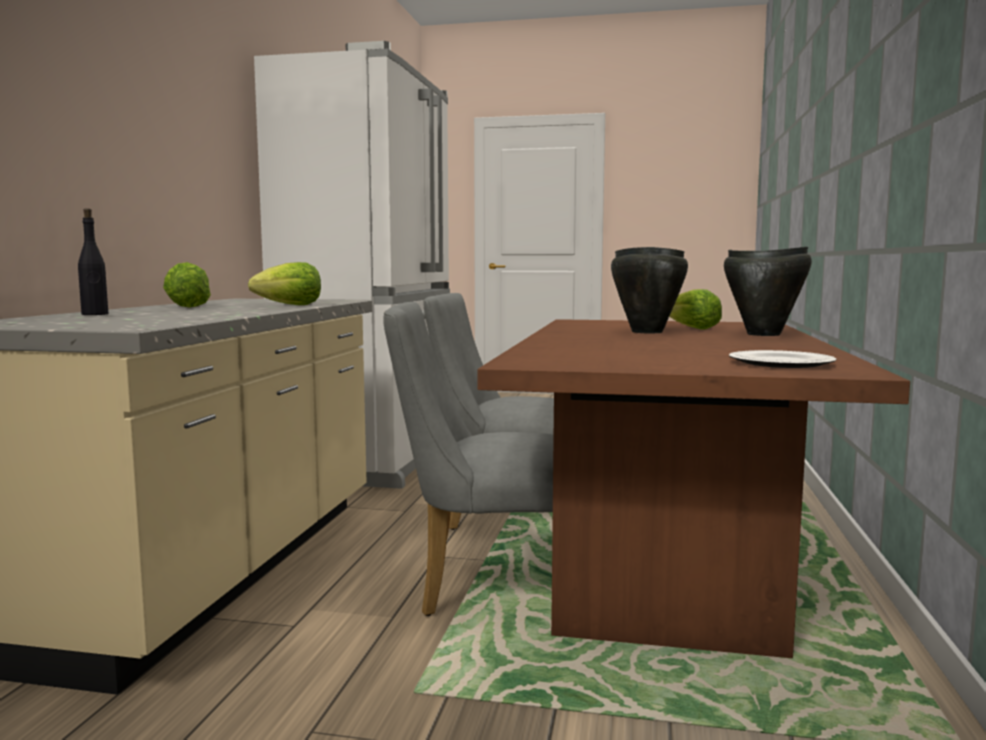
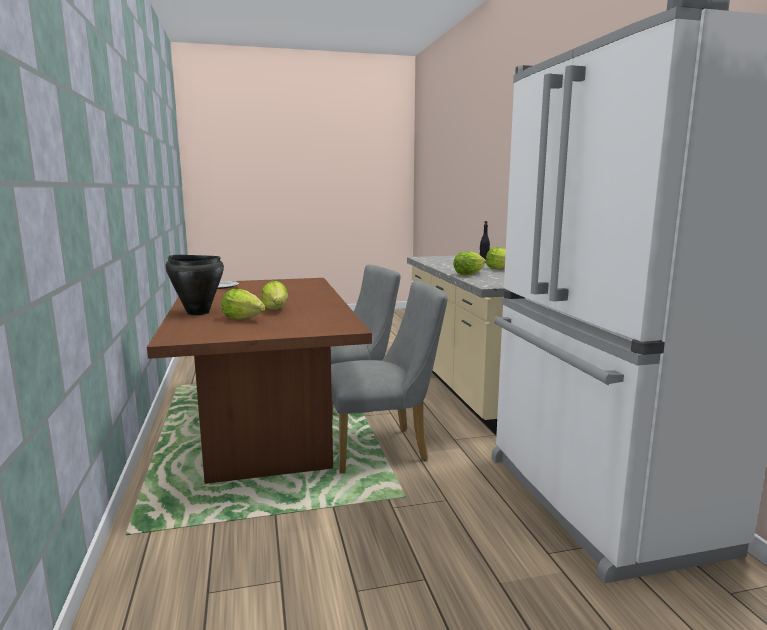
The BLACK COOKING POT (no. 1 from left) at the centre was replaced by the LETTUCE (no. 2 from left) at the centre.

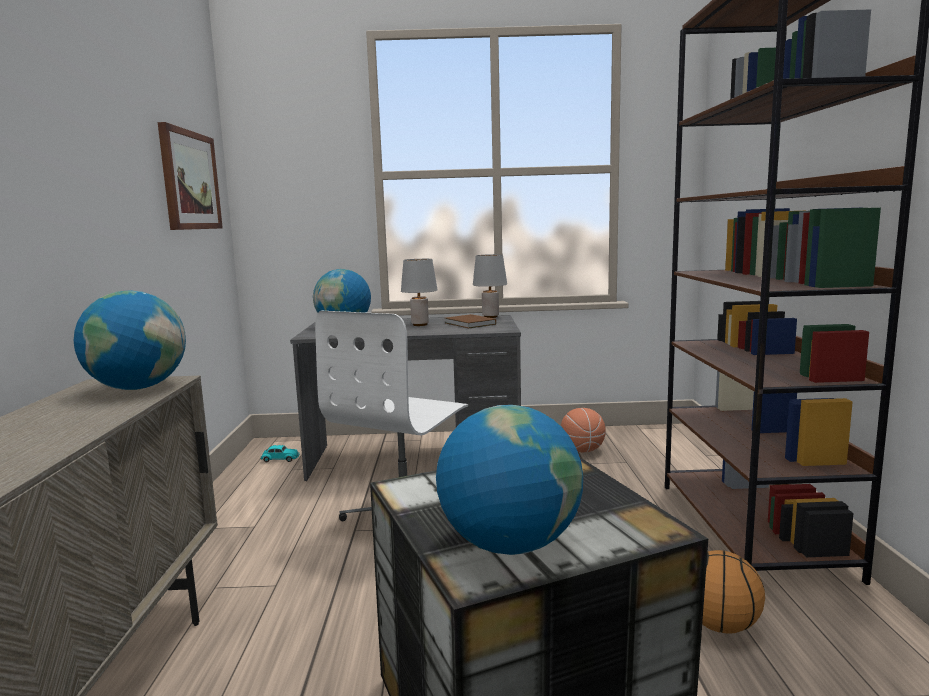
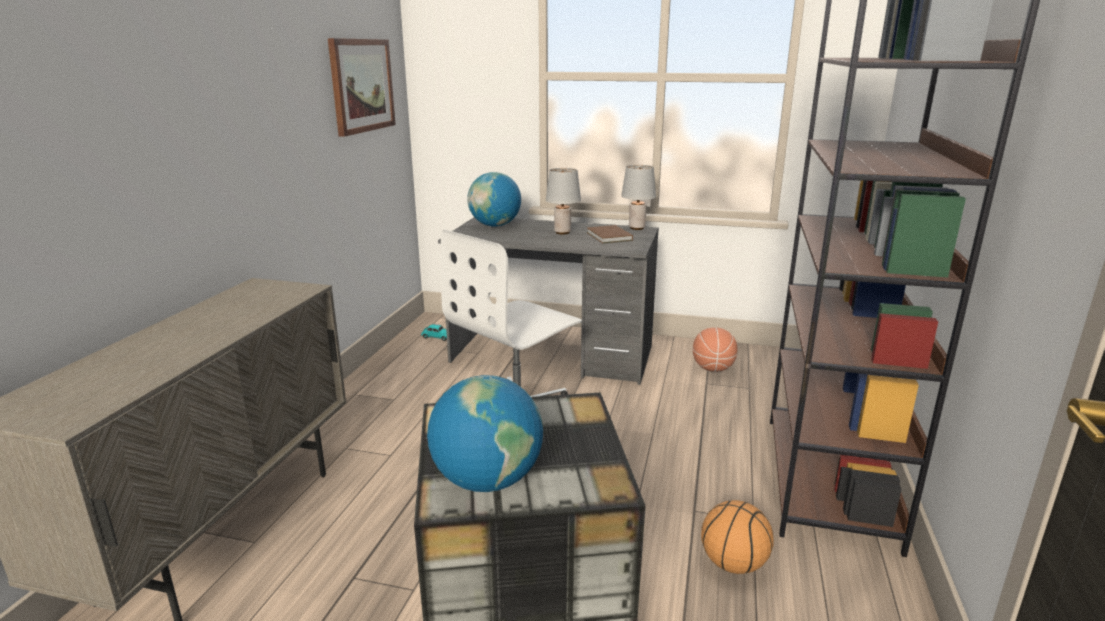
The GLOBE (no. 1 from left) at the middle left disappeared.

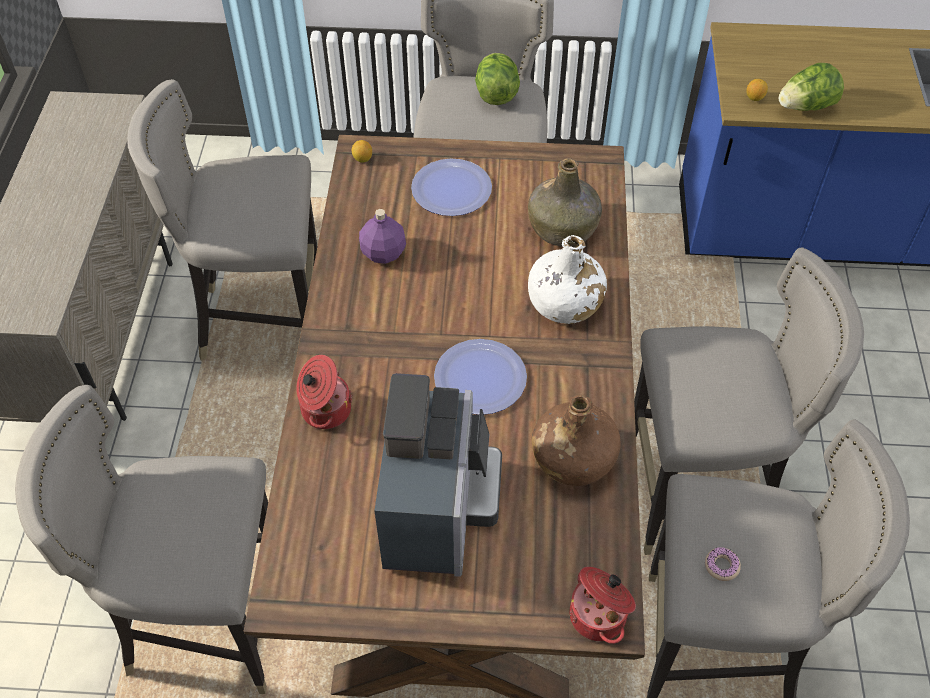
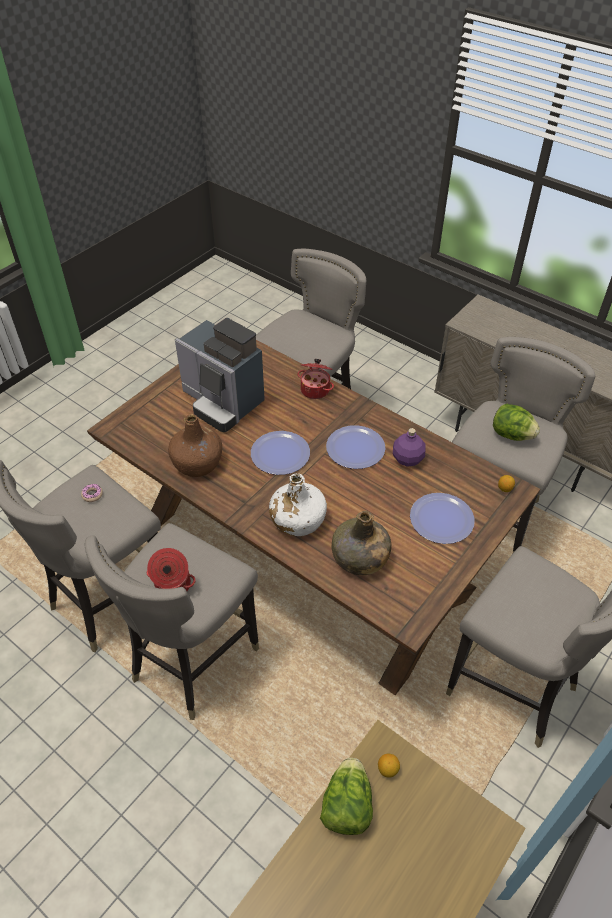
The COOKING POT (no. 2 from left in the first image) moved from the bottom centre to the middle left.
The PLATE (no. 2 from left) at the centre appeared.
The LETTUCE (no. 1 from left in the first image) moved from the top centre to the middle right.

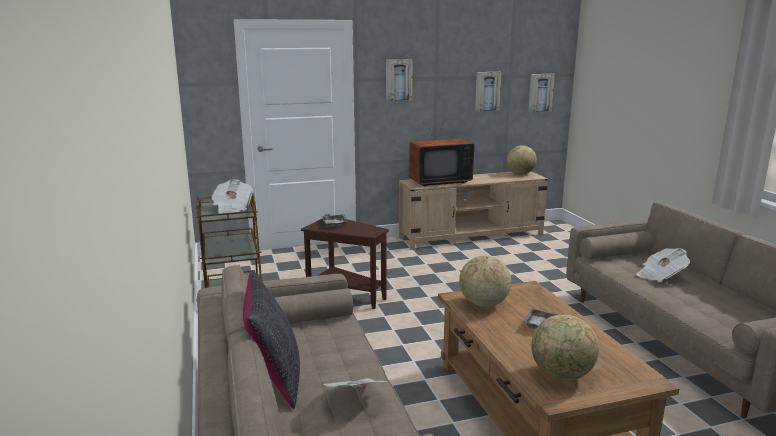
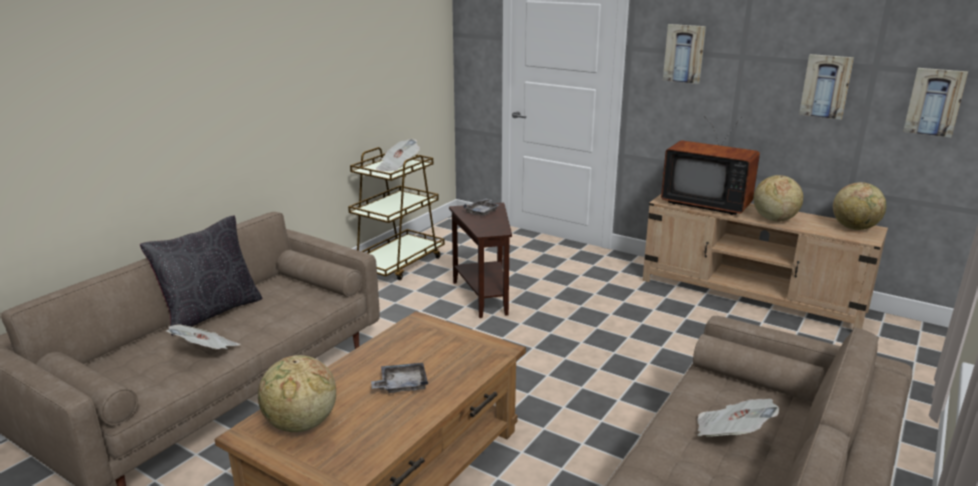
The GLOBE (no. 1 from left in the first image) moved from the centre to the middle right.

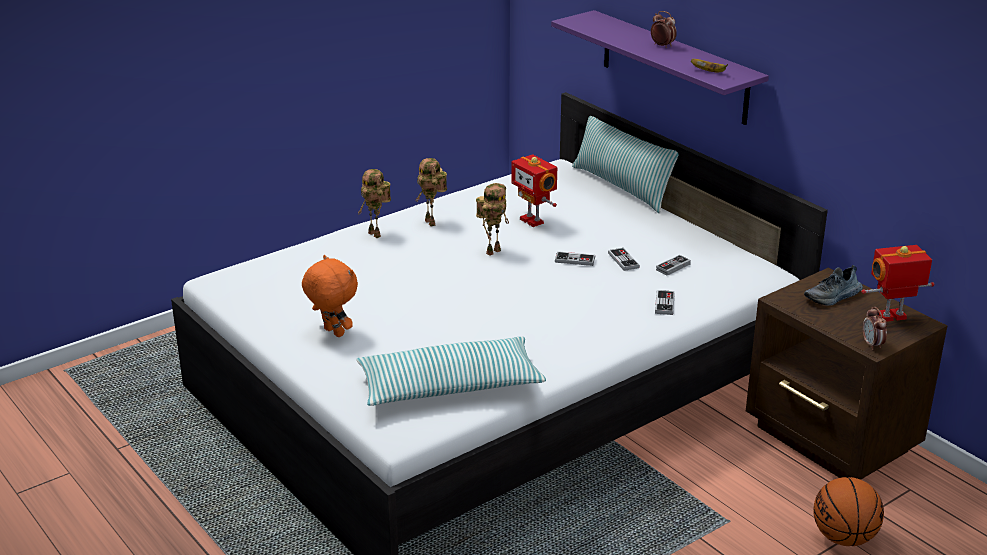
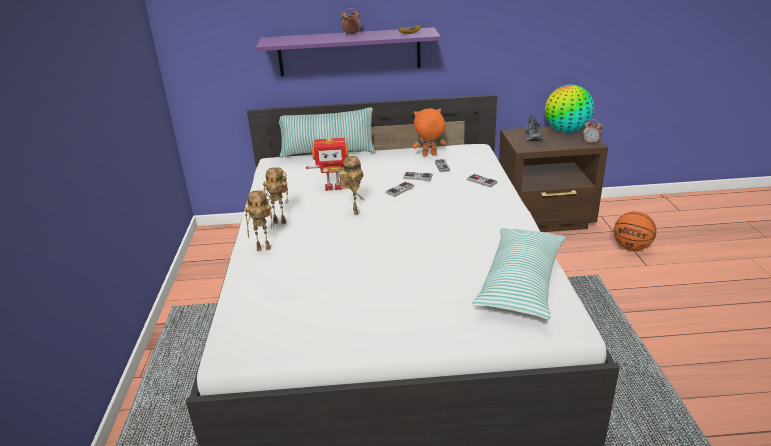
The ORANGE PLUSH TOY moved from the centre to the top centre.
The TOY ROBOT (no. 5 from left) at the middle right was replaced by the GLOBE at the top right.

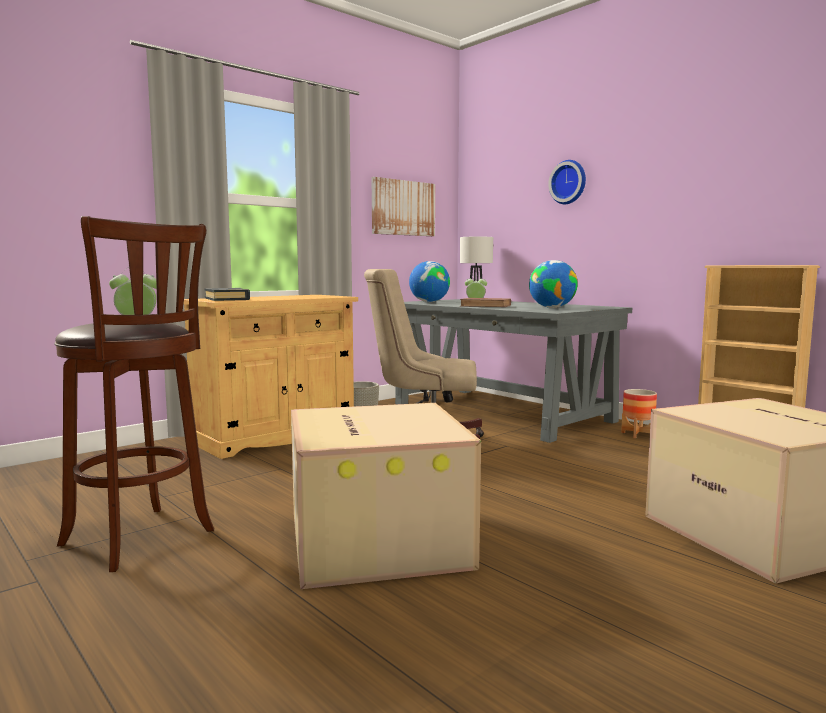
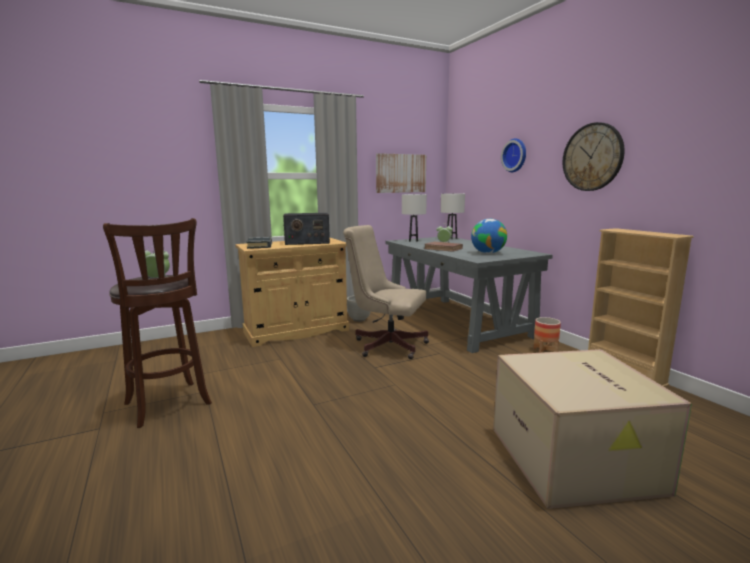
The RADIO at the centre appeared.
The GLOBE (no. 1 from left) at the centre was replaced by the WHITE TABLE LAMP (no. 1 from left) at the centre.
The WALL CLOCK (no. 2 from left) at the top right appeared.
The CARDBOARD BOX (no. 1 from left) at the bottom centre disappeared.

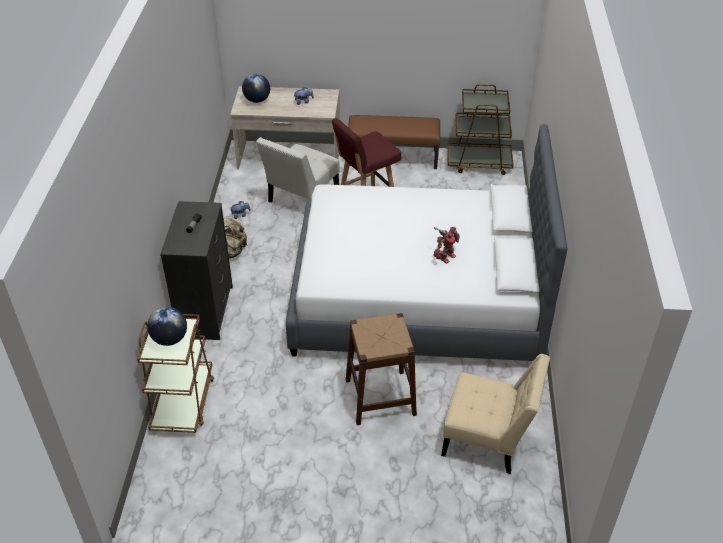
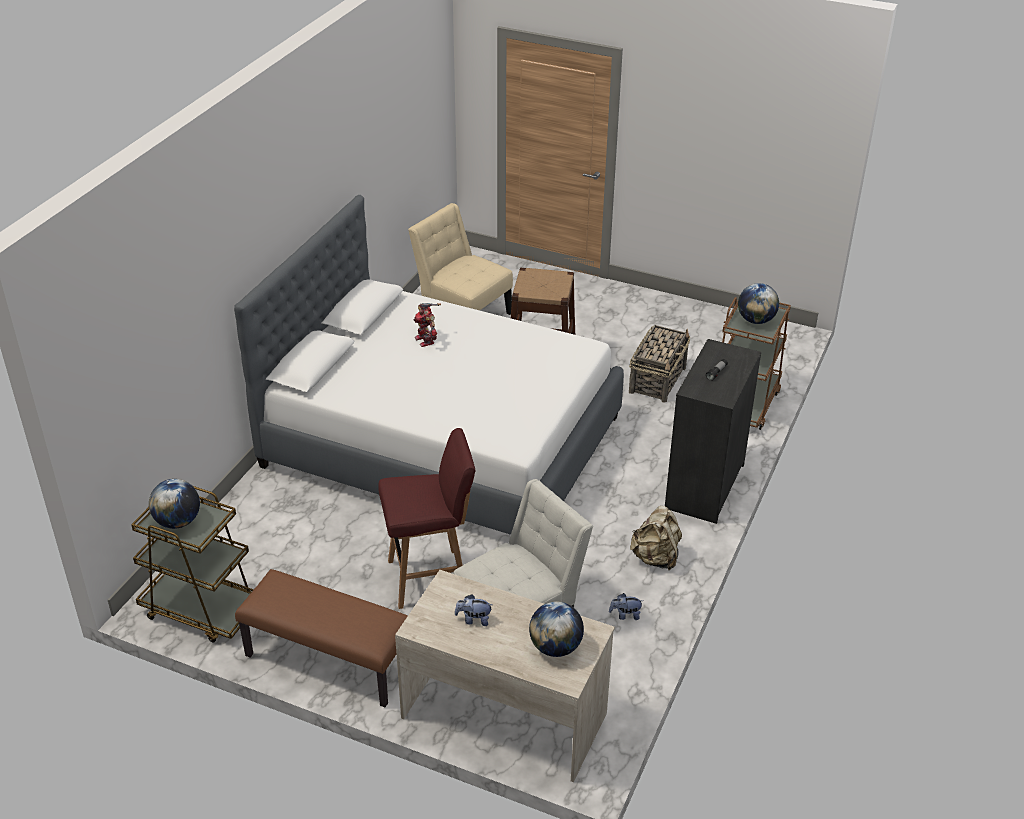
The GLOBE (no. 1 from left) at the middle left appeared.
The TOY ROBOT at the centre turned 90 degrees counterclockwise.
The BASKET at the centre appeared.

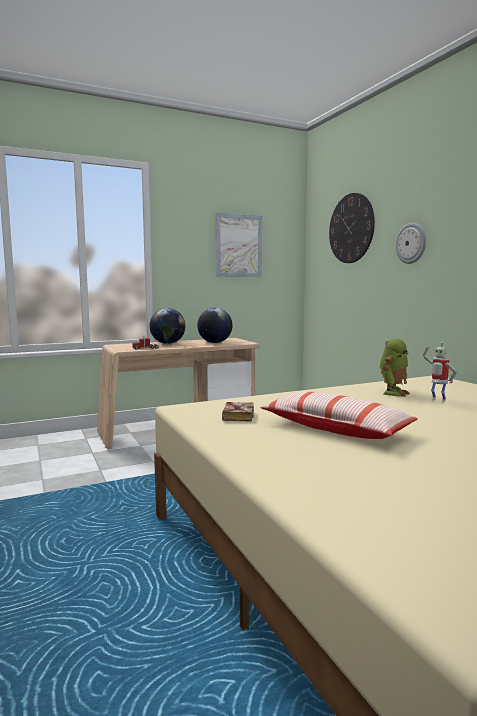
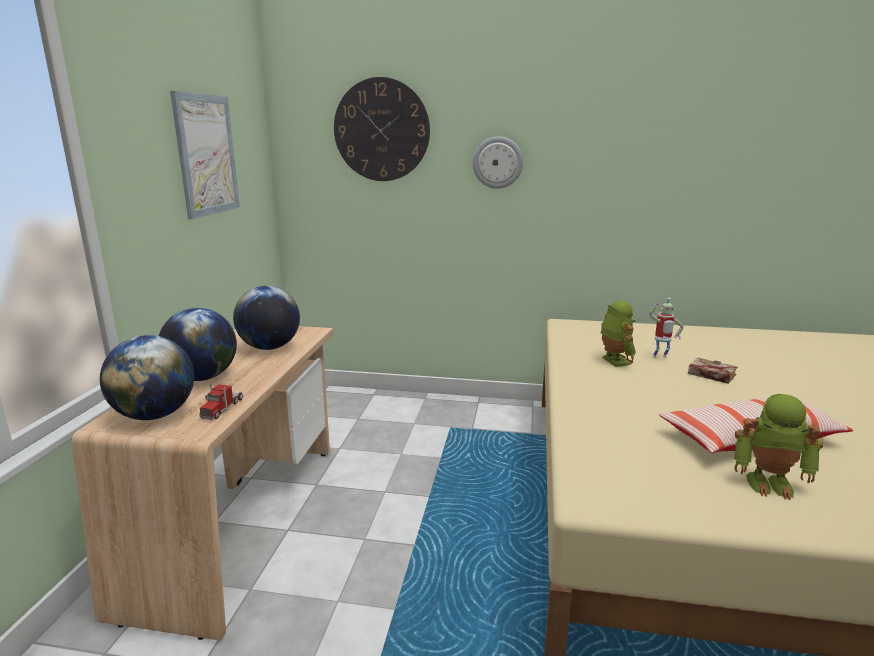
The GLOBE (no. 1 from left) at the middle left appeared.
The BOOK moved from the centre to the middle right.
The TOY ROBOT (no. 3 from left) at the bottom right appeared.

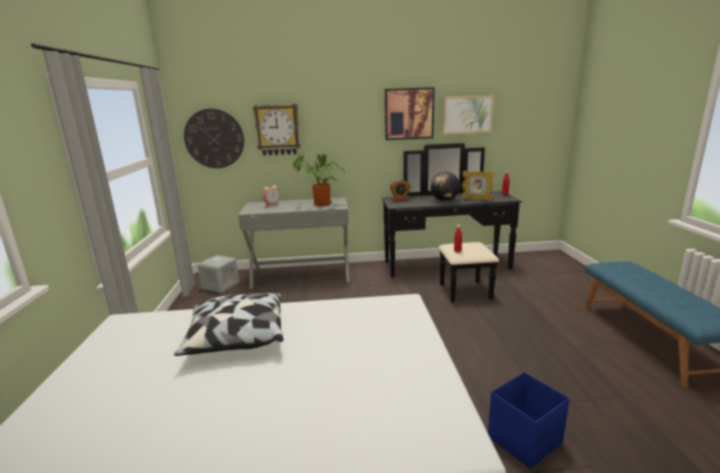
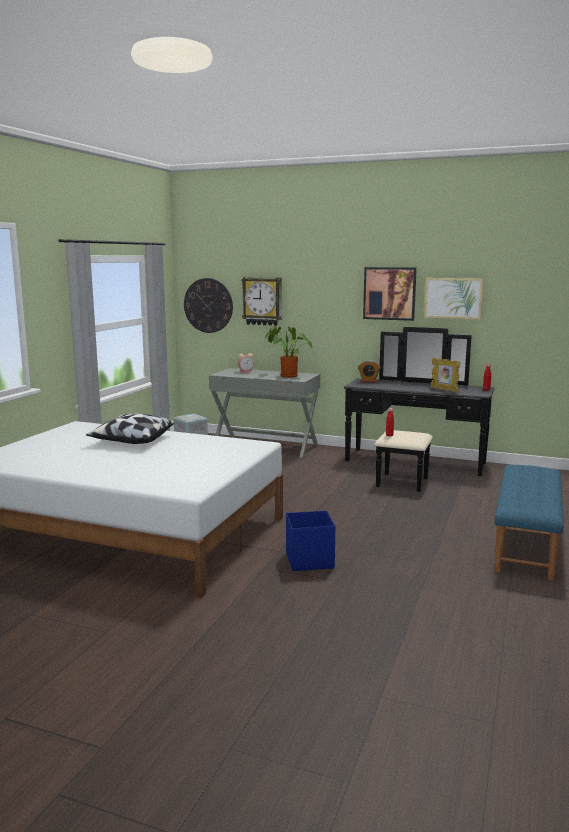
The GLOBE at the centre disappeared.

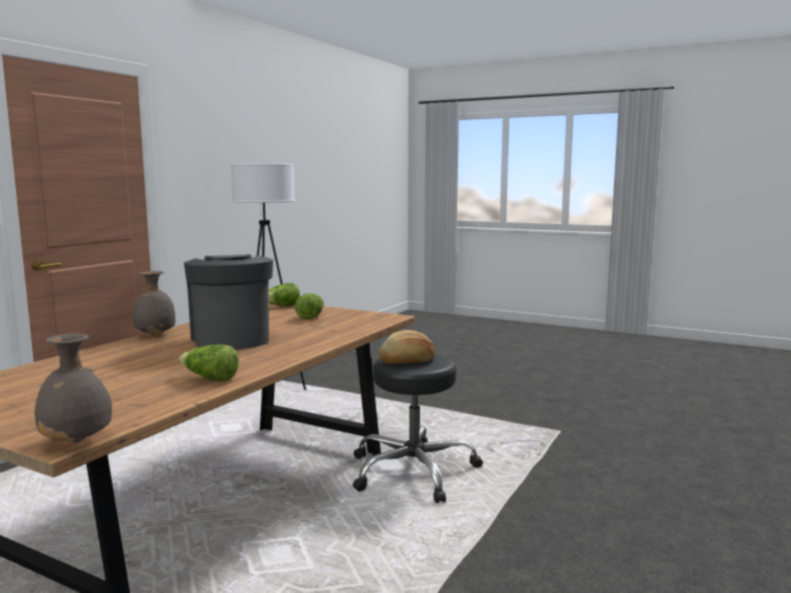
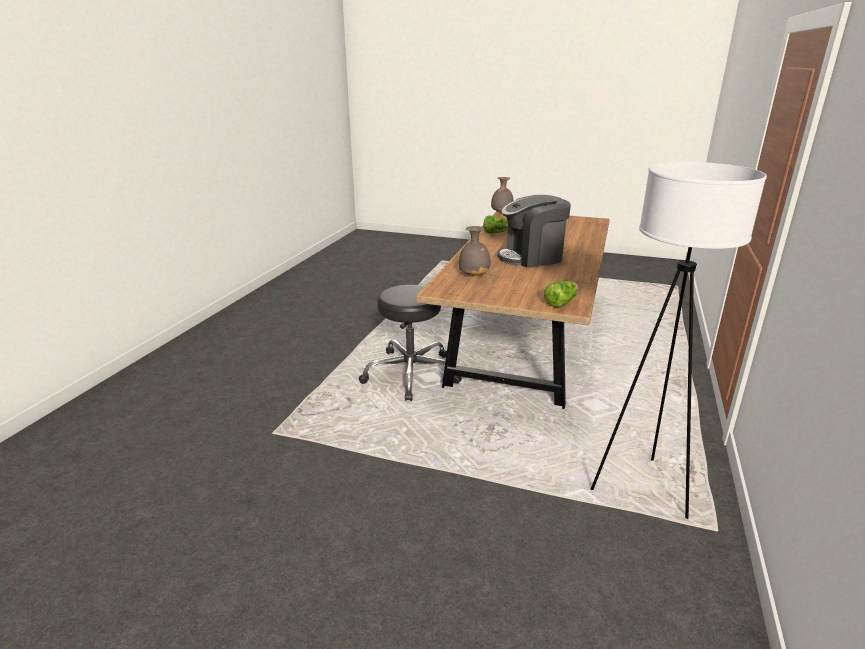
The GREY VASE (no. 2 from left in the first image) moved from the middle left to the centre.
The COFFEE MACHINE at the middle left turned 105 degrees clockwise.
The LETTUCE (no. 3 from left) at the centre disappeared.
The BREAD at the centre disappeared.

